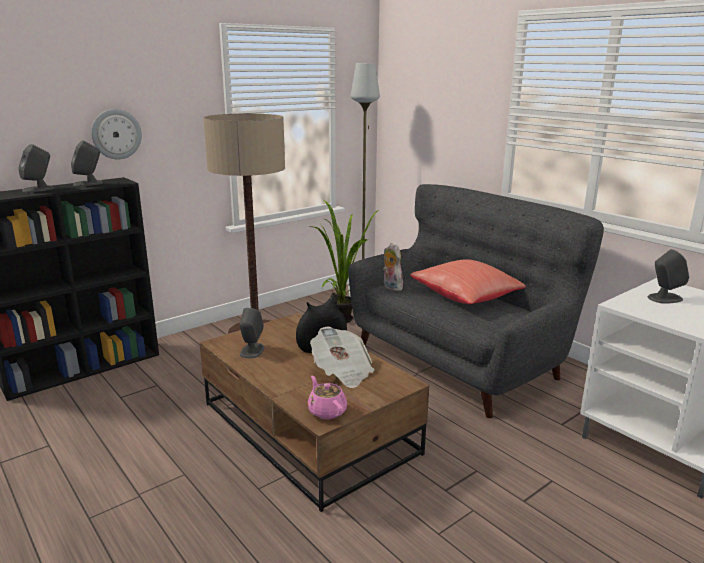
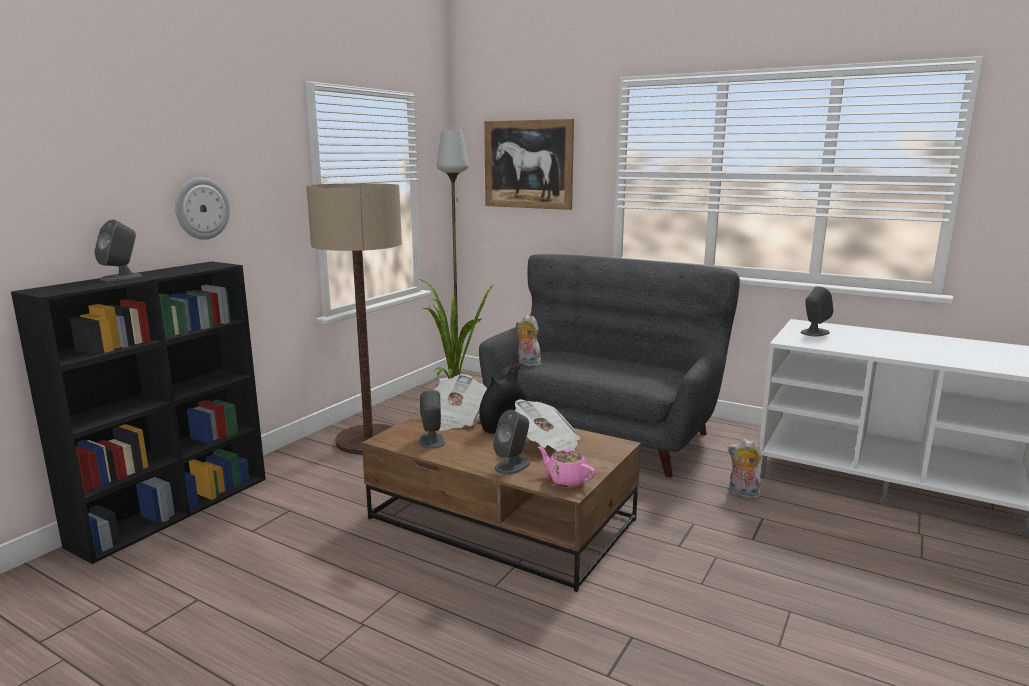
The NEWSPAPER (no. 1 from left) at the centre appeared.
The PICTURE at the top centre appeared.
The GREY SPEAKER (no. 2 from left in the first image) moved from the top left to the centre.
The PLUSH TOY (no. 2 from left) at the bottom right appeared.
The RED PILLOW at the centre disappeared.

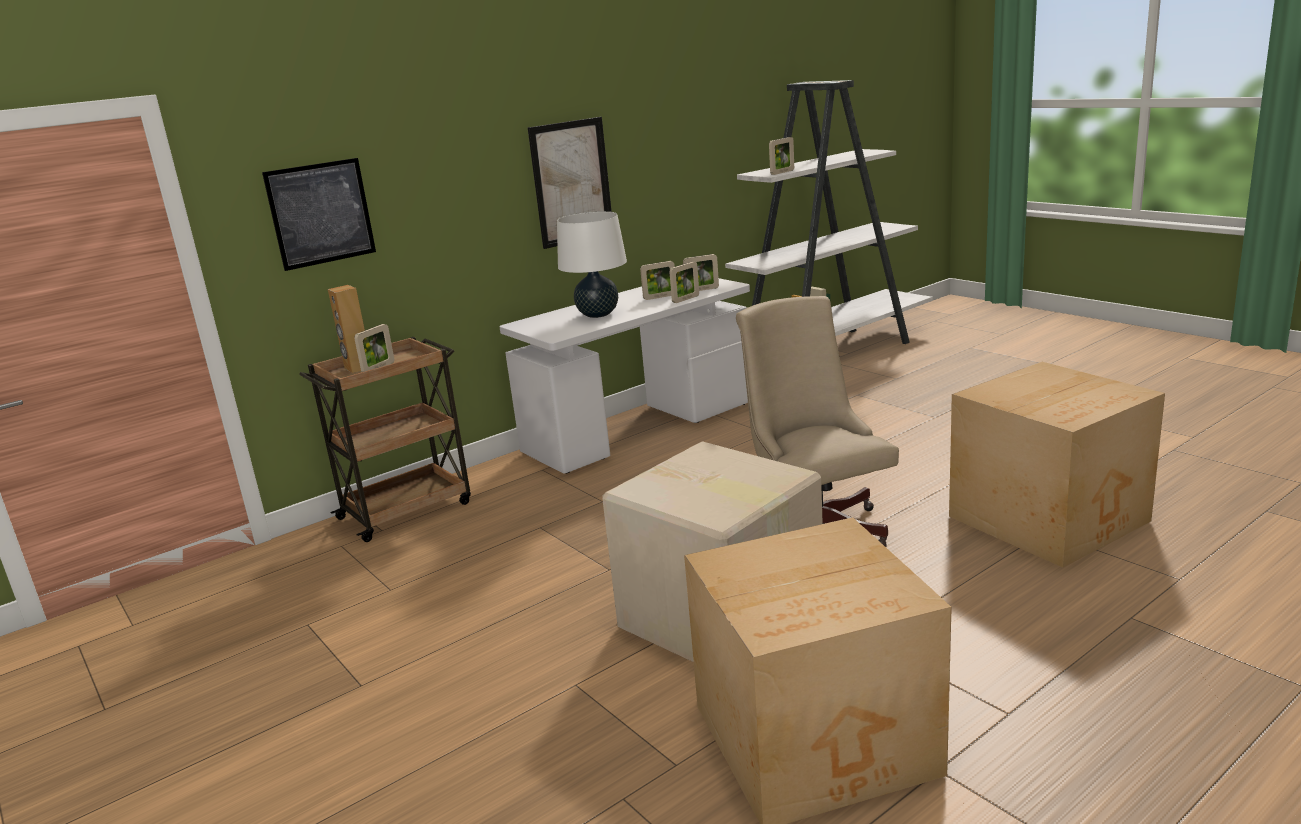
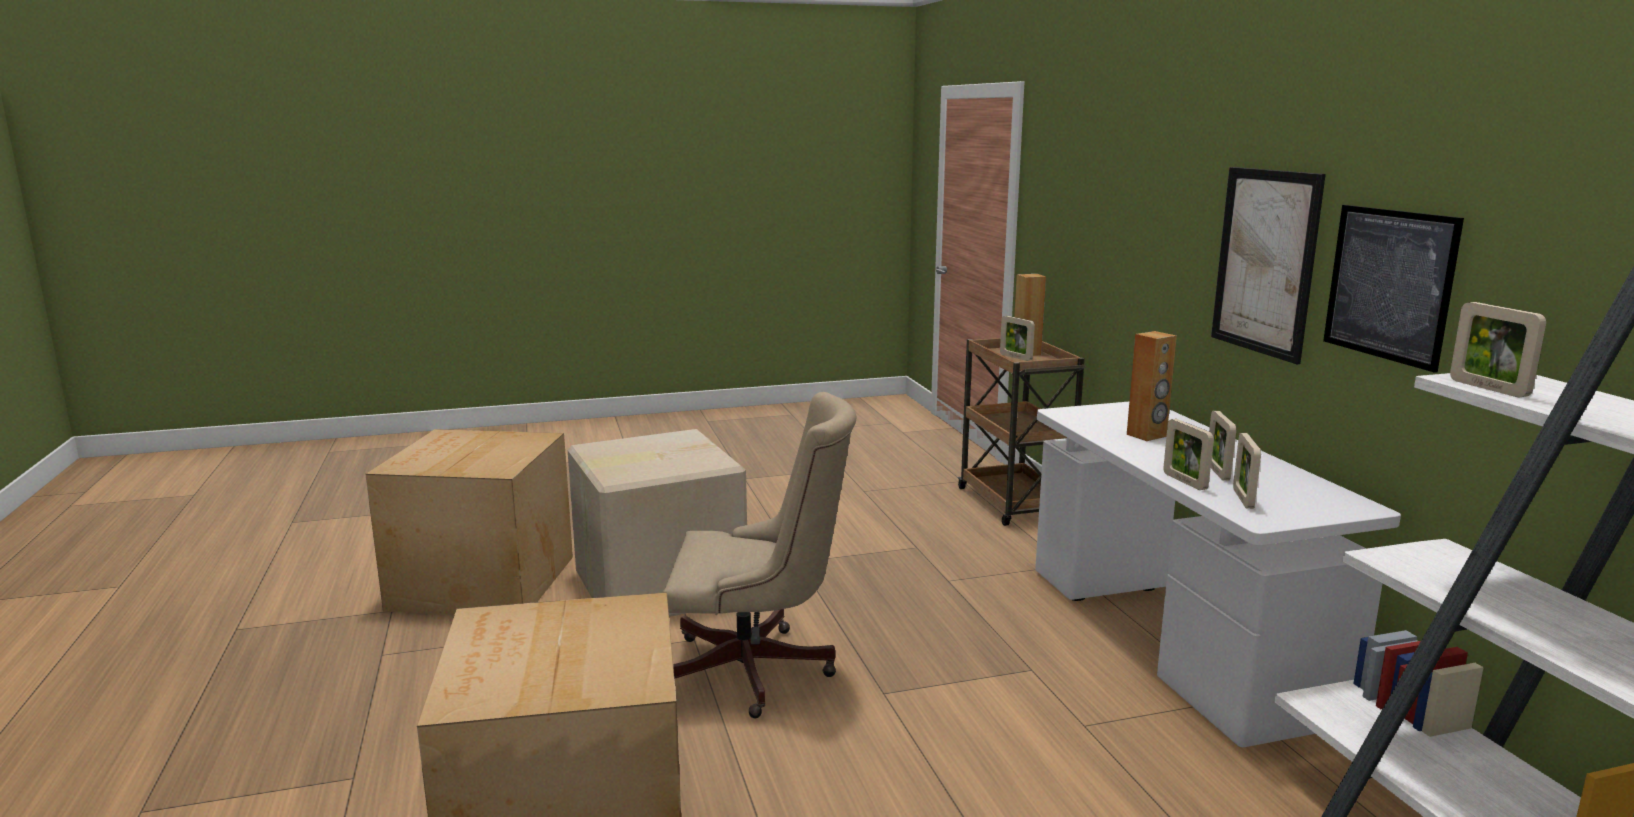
The WHITE TABLE LAMP at the top centre was replaced by the BROWN SPEAKER (no. 2 from left) at the middle right.
The PICTURE (no. 1 from left in the first image) moved from the top left to the middle right.

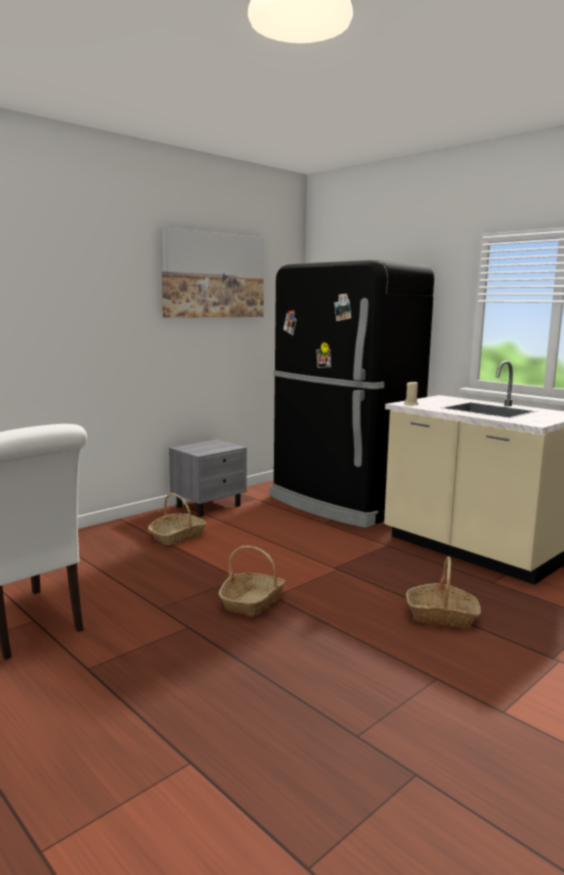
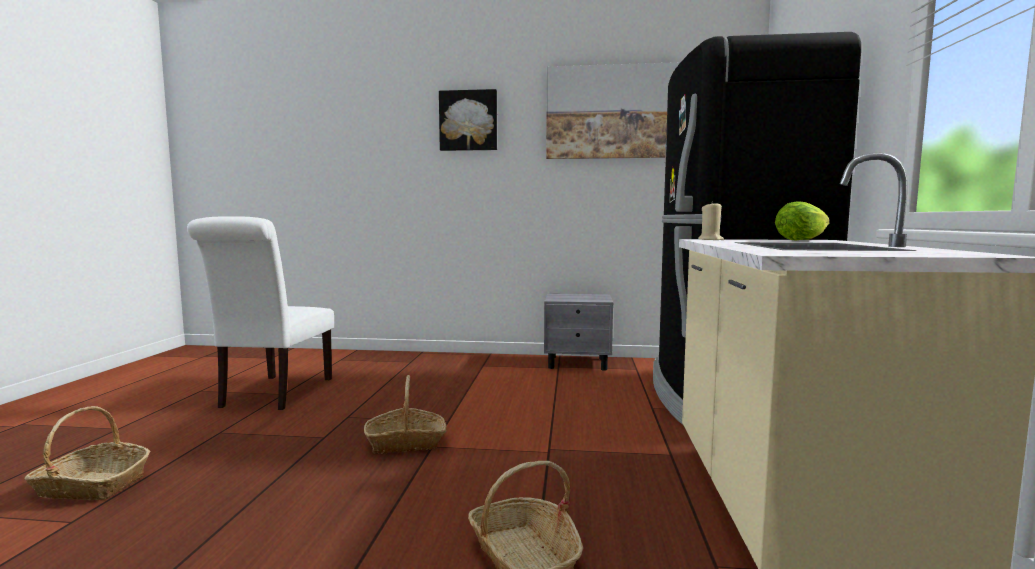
The BASKET (no. 1 from left) moved from the middle left to the bottom left.
The PICTURE (no. 1 from left) at the top centre appeared.
The LETTUCE at the middle right appeared.

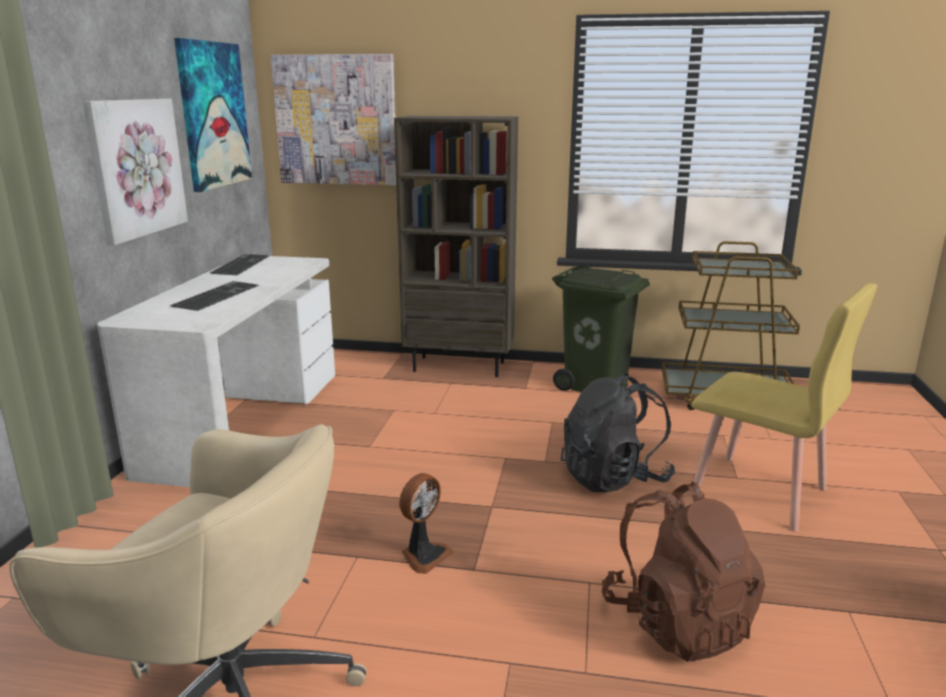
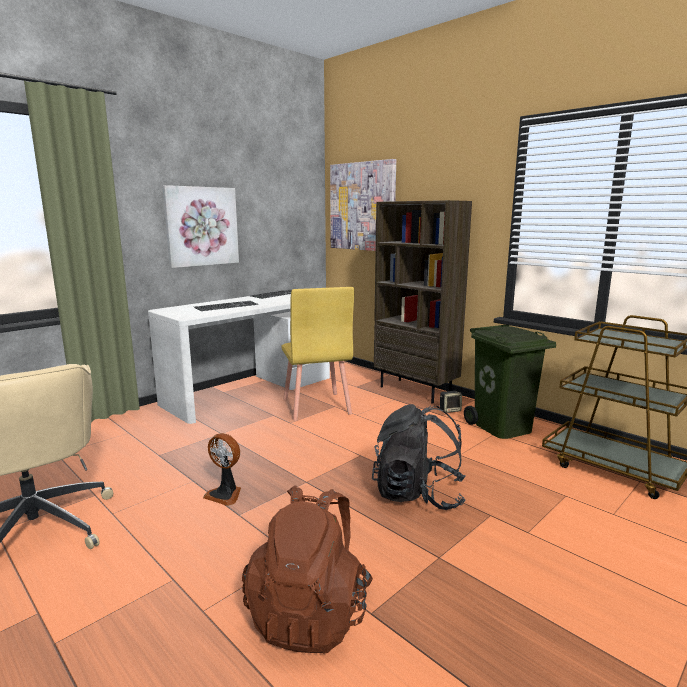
The FAN at the bottom centre turned 45 degrees clockwise.
The YELLOW CHAIR moved from the middle right to the centre.
The SPEAKER at the centre appeared.
The PICTURE (no. 2 from left) at the top left disappeared.

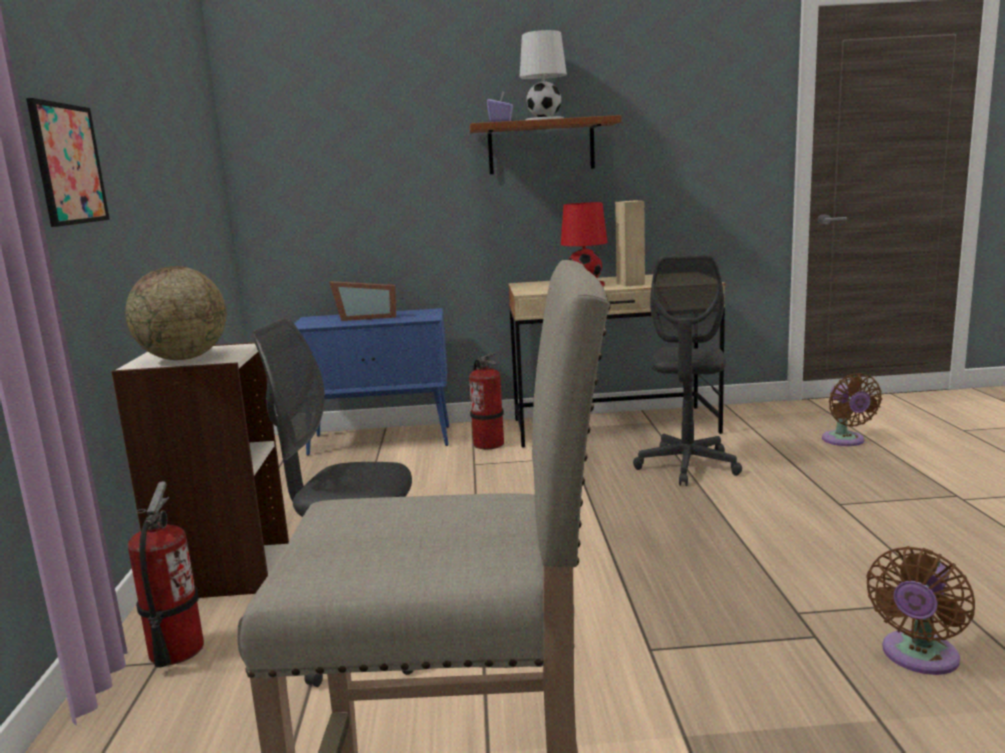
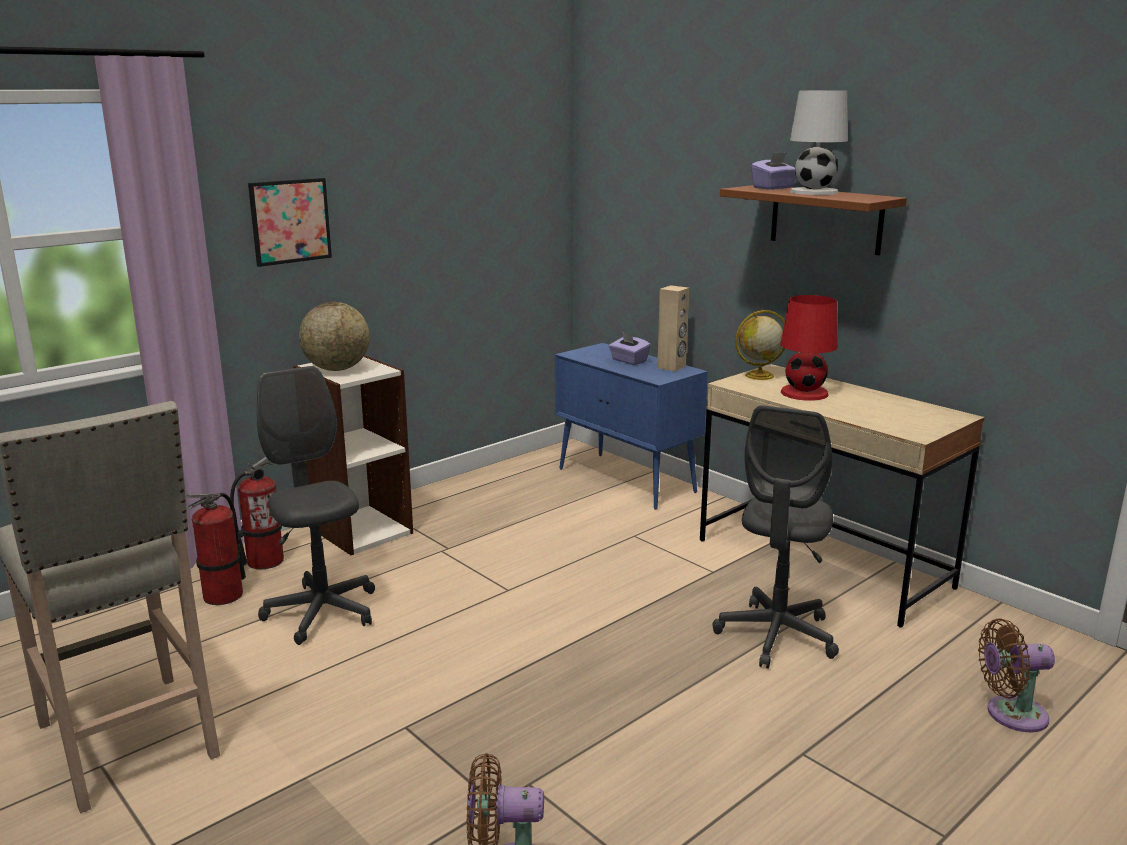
The FIRE EXTINGUISHER (no. 2 from left in the first image) moved from the centre to the middle left.
The PICTURE FRAME at the centre was replaced by the PURPLE TISSUE BOX (no. 1 from left) at the centre.
The BEIGE SPEAKER moved from the top centre to the centre.
The GREY OFFICE CHAIR (no. 2 from left) at the middle right turned 45 degrees counterclockwise.
The GLOBE (no. 2 from left) at the middle right appeared.
The BROWN FAN (no. 1 from left in the first image) at the middle right turned 45 degrees clockwise.

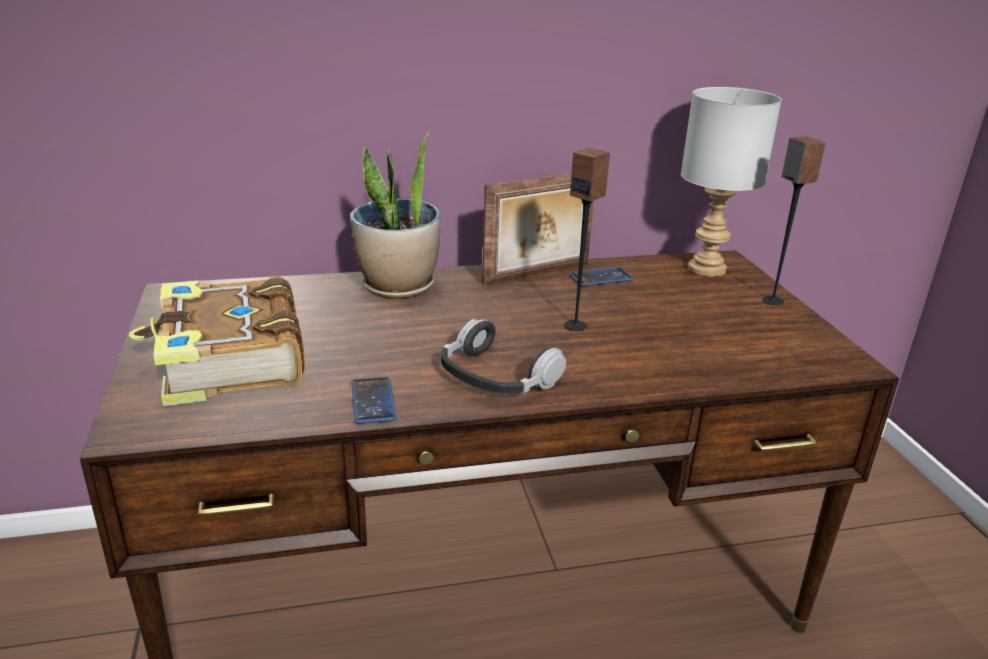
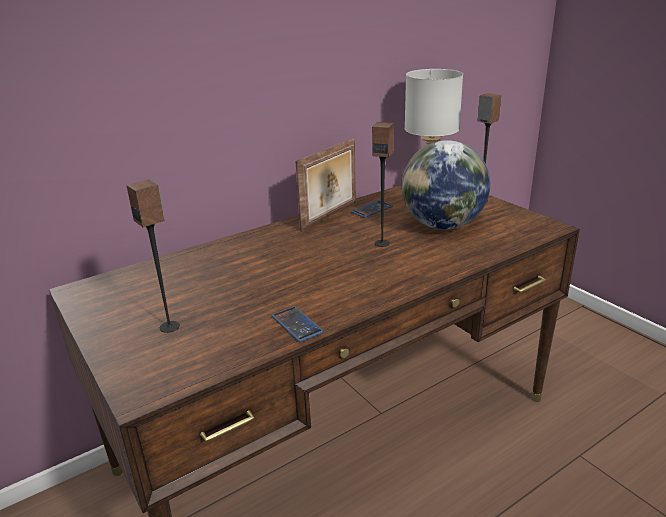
The BOOK at the middle left was replaced by the SPEAKER (no. 1 from left) at the middle left.
The GLOBE at the middle right appeared.
The POTTED PLANT at the top centre disappeared.
The HEADPHONES at the centre disappeared.

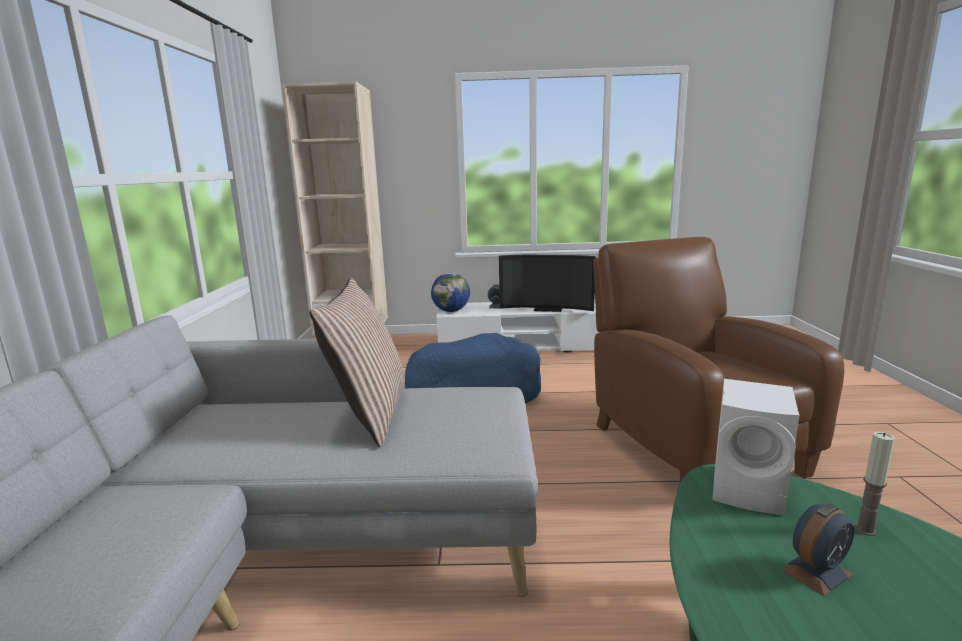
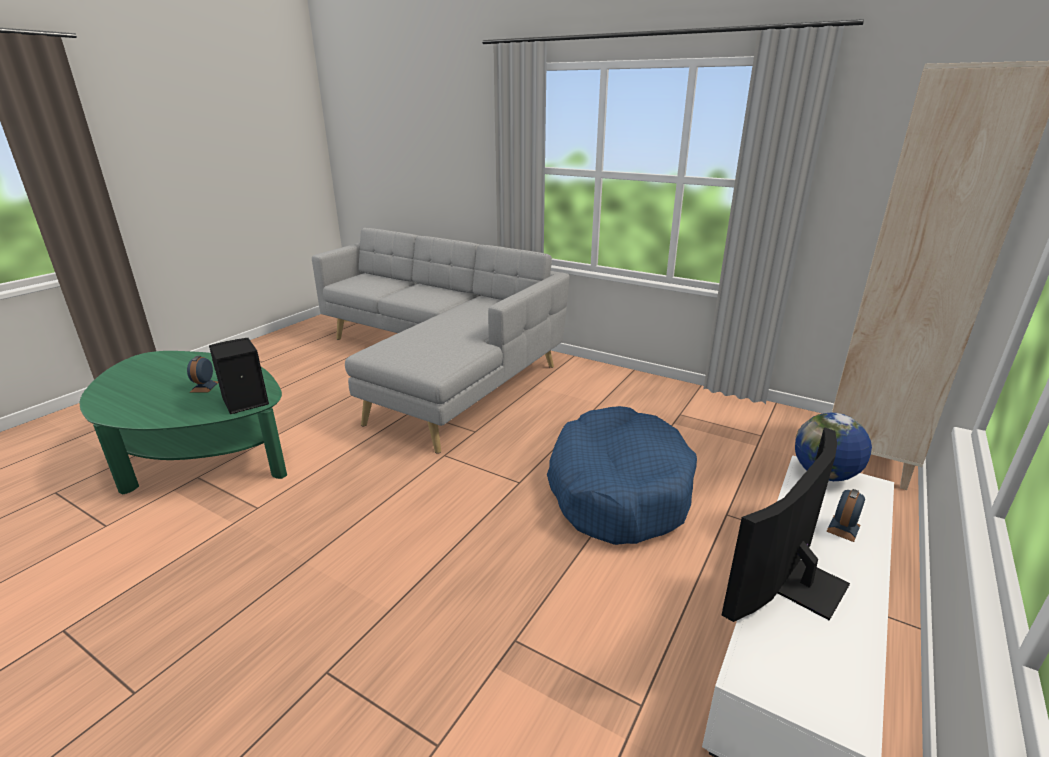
The WHITE SPEAKER at the bottom right became the BLACK SPEAKER at the middle left.
The PILLOW at the centre disappeared.
The BROWN ARMCHAIR at the middle right disappeared.
The CANDLE at the bottom right disappeared.

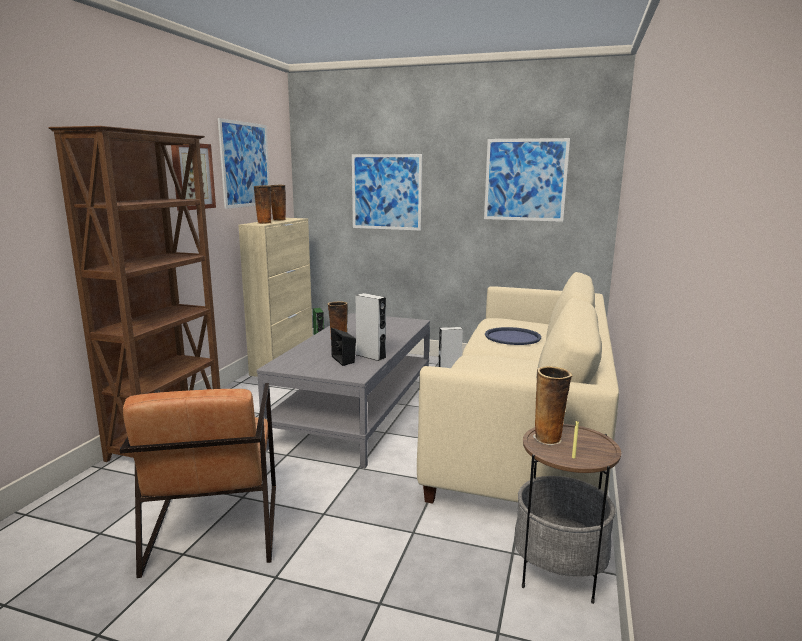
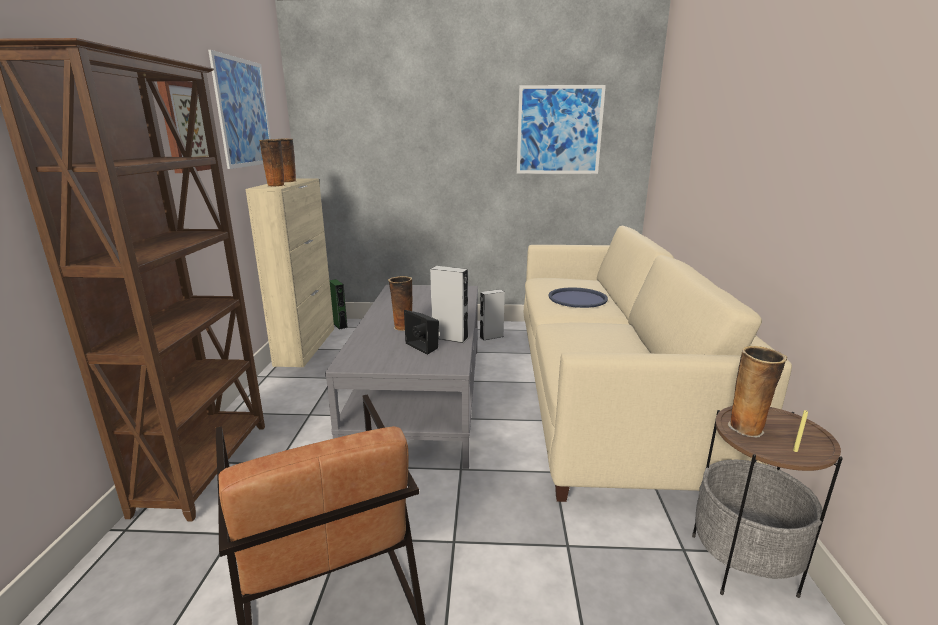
The PICTURE (no. 3 from left) at the top centre disappeared.

